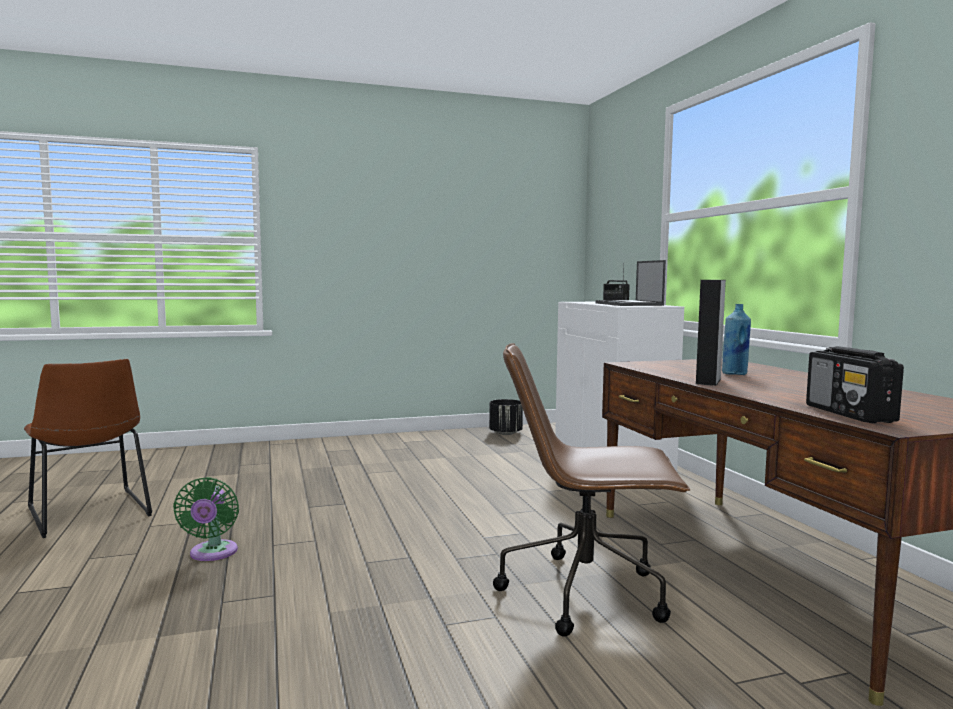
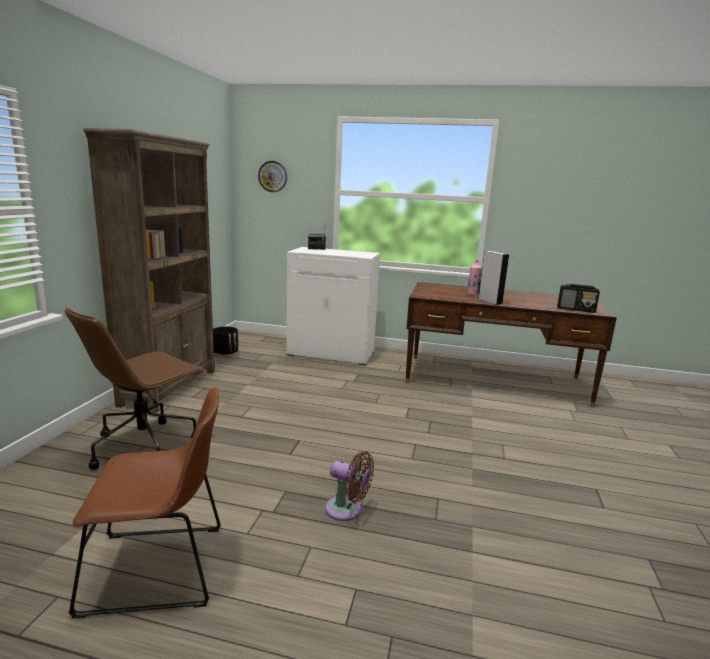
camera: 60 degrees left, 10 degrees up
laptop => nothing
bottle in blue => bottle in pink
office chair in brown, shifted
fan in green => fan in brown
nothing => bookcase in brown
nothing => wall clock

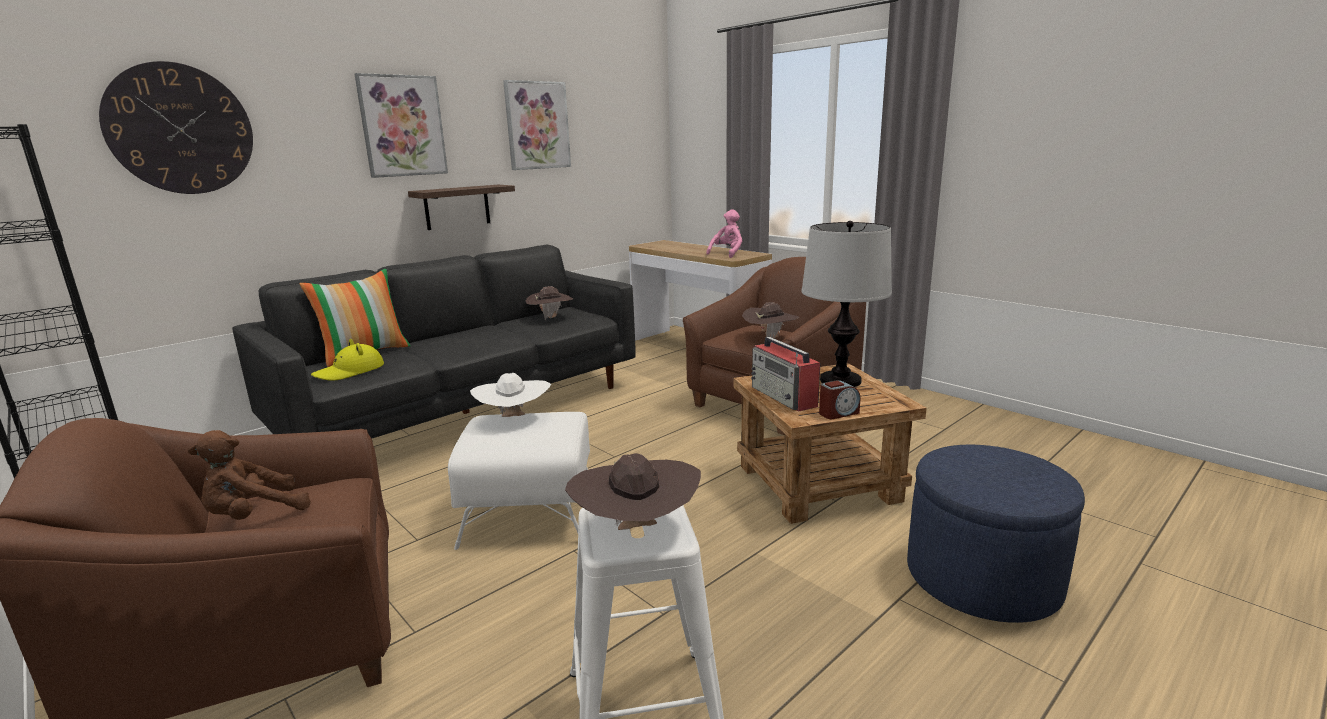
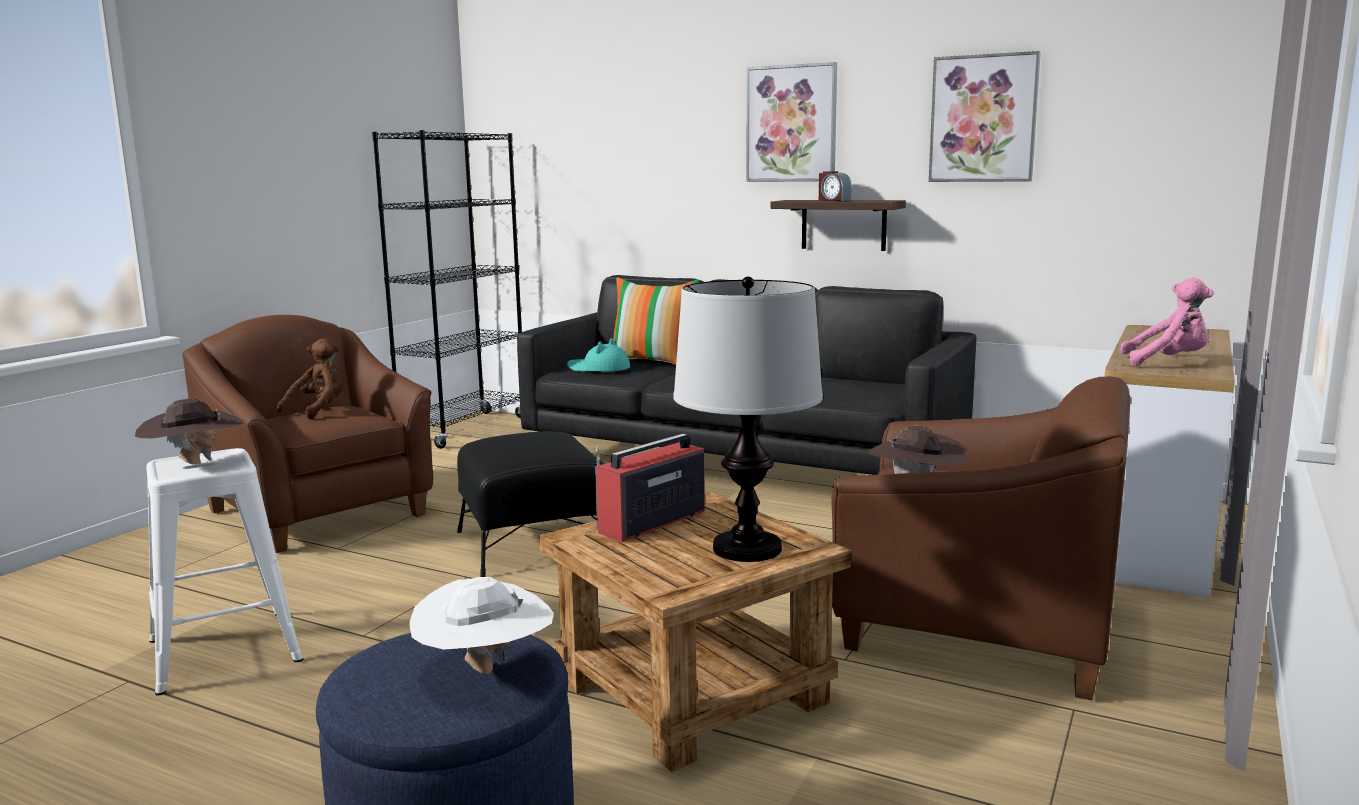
camera: 70 degrees right, 5 degrees down
wall clock => nothing
hat in brown (no. 1 from left) => nothing
hat in yellow => hat in turquoise
hat in white, shifted
alarm clock, shifted
ottoman in white => ottoman in black
plush toy in brown, 90 degrees clockwise

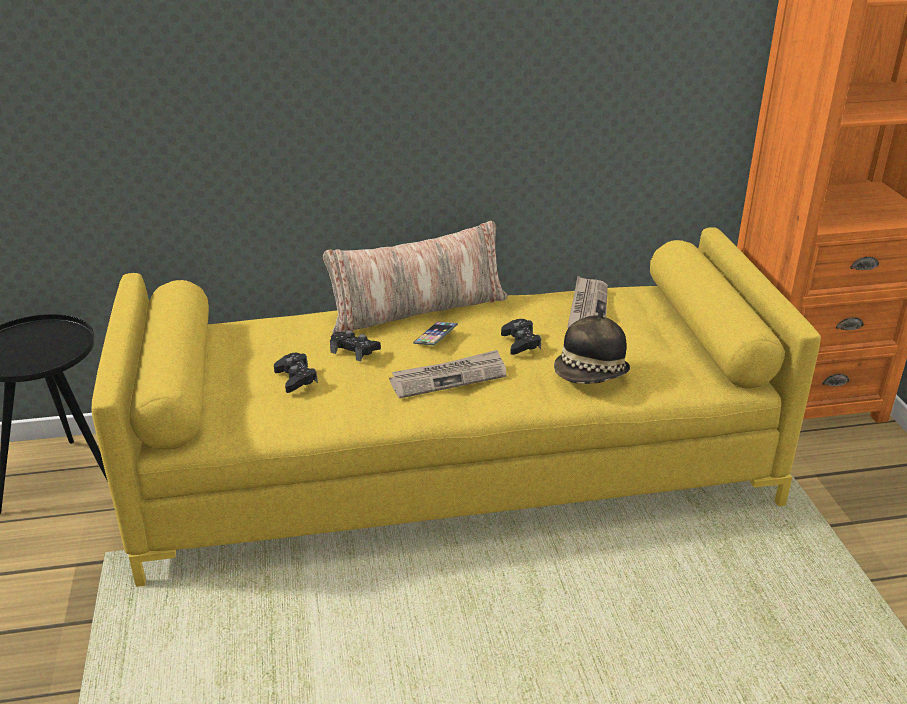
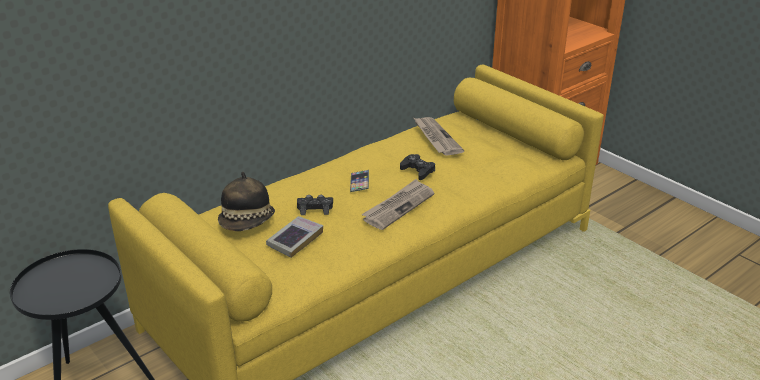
camera: 30 degrees left, 0 degrees up
pillow => nothing
hat, shifted
game controller in black (no. 1 from left) => book

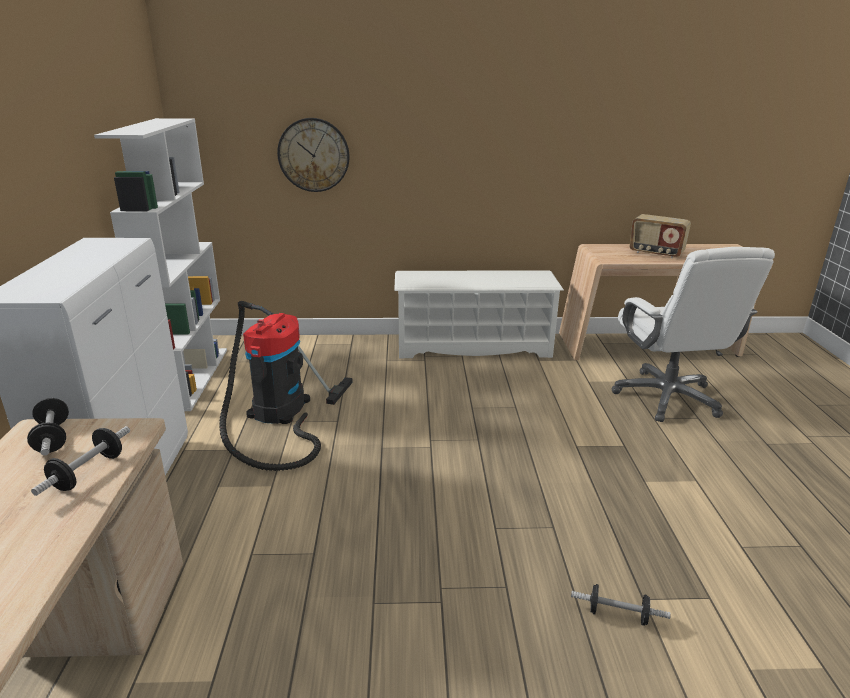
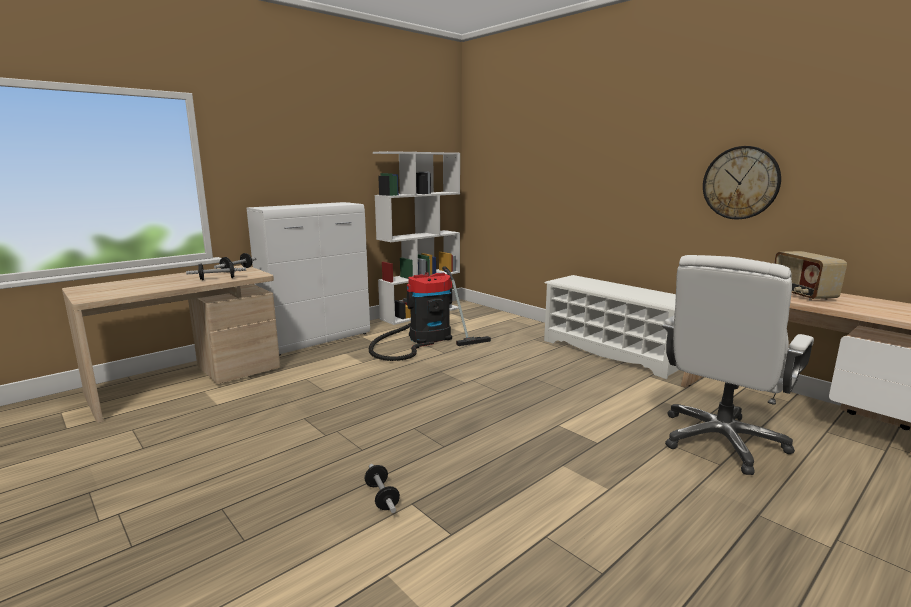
camera: 50 degrees right, 10 degrees down
wall clock, shifted

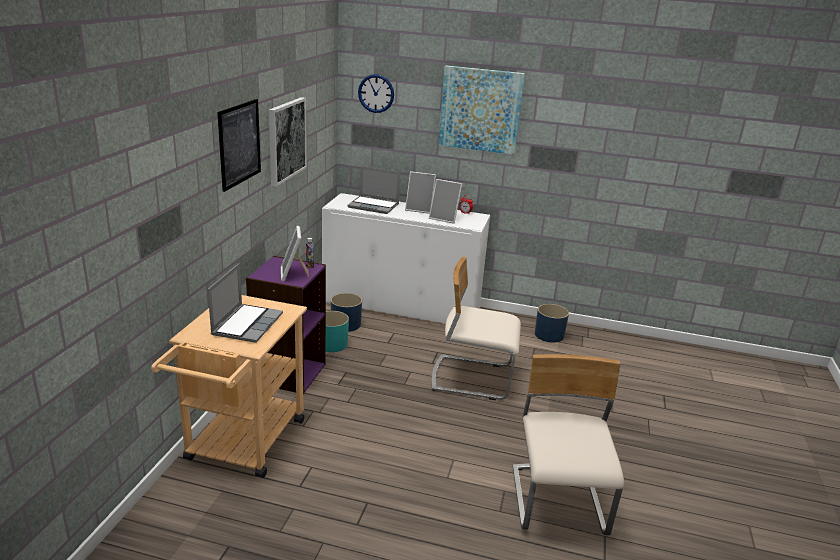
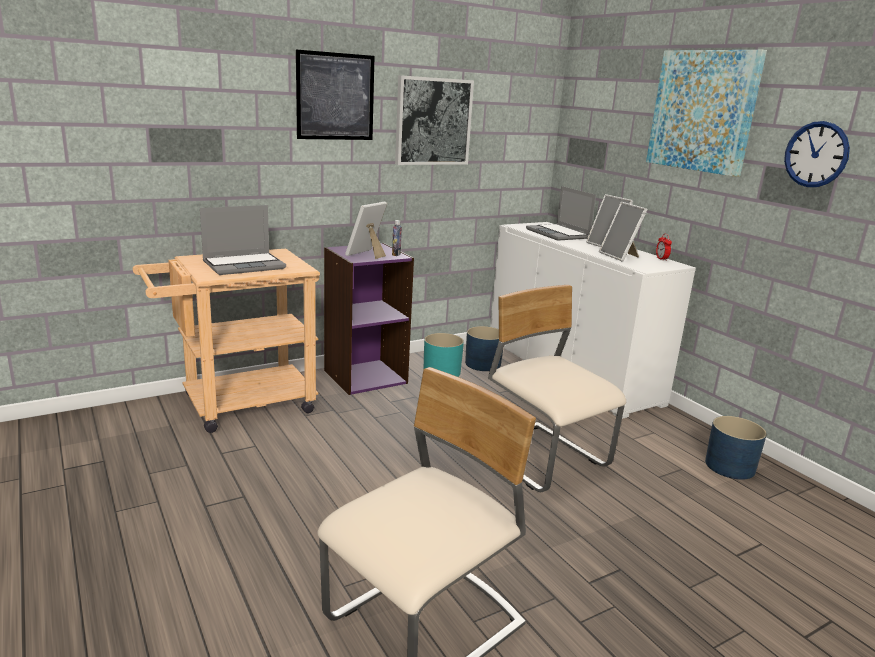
camera: 45 degrees right, 5 degrees down
wall clock, shifted

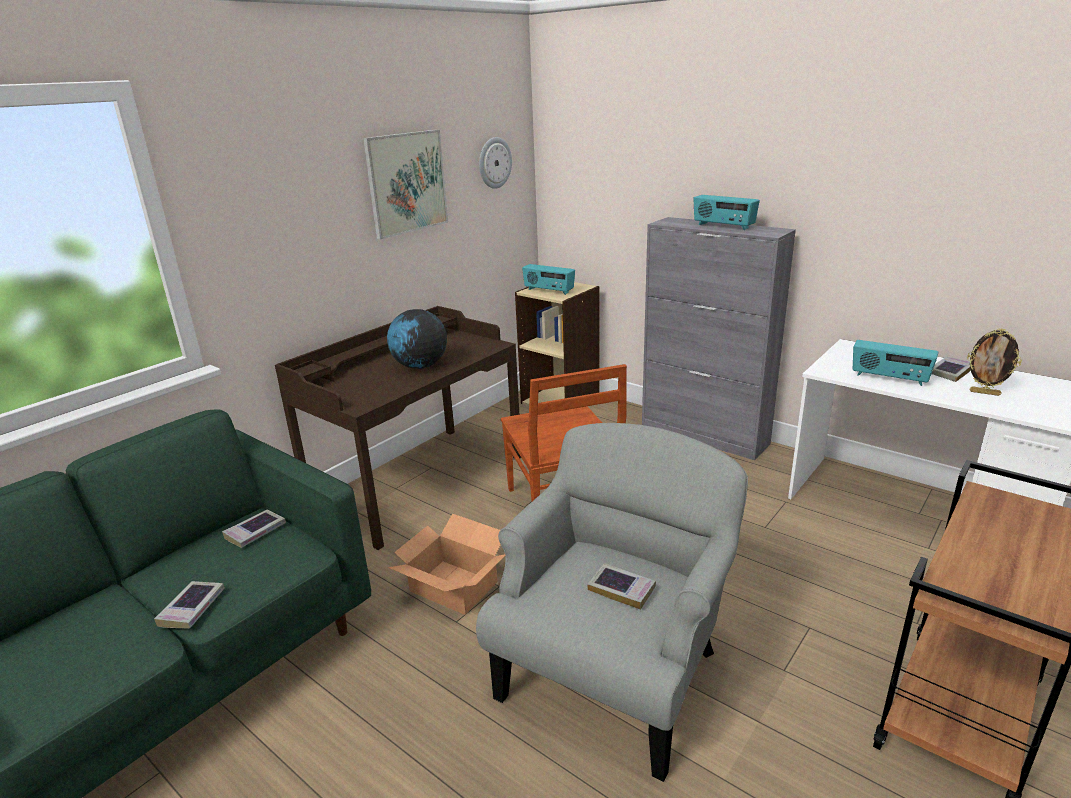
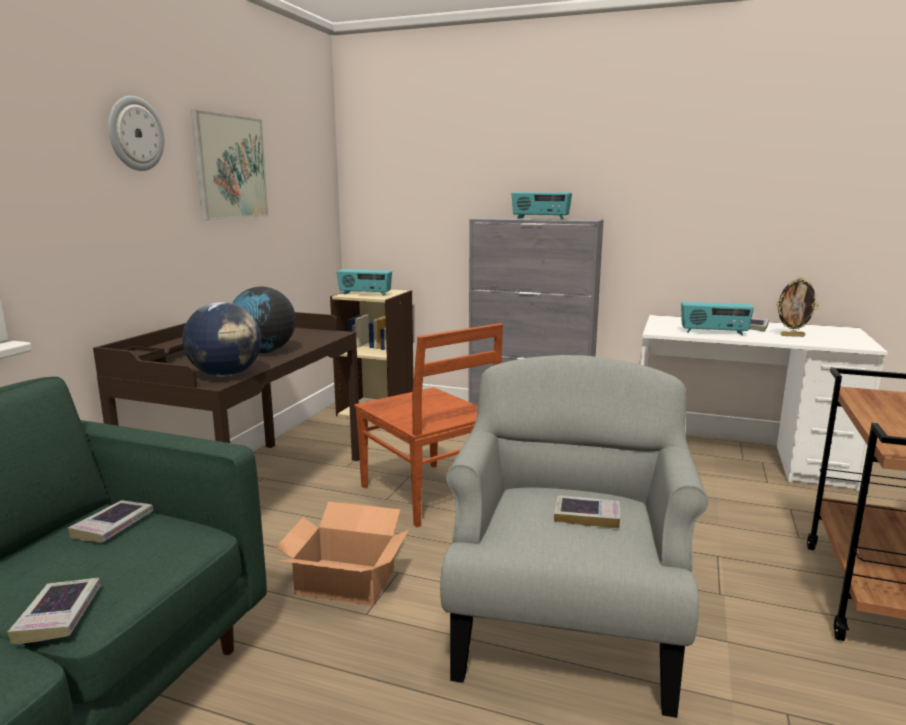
camera: 20 degrees left, 10 degrees down
wall clock, shifted
nothing => globe (no. 1 from left)

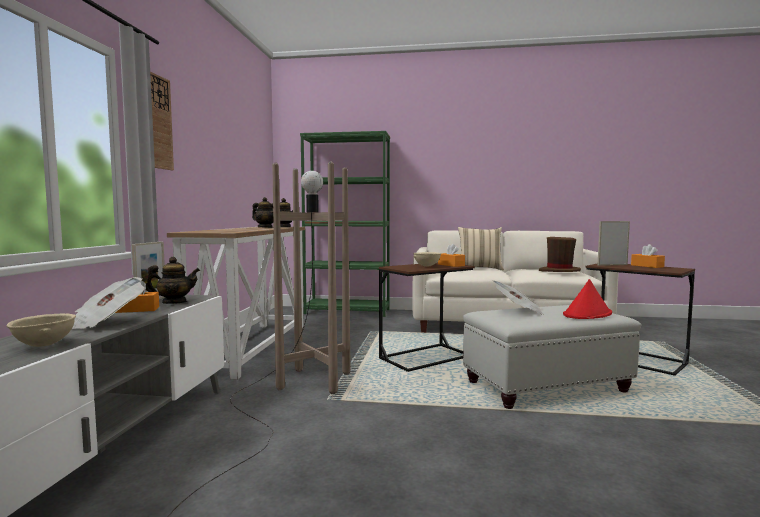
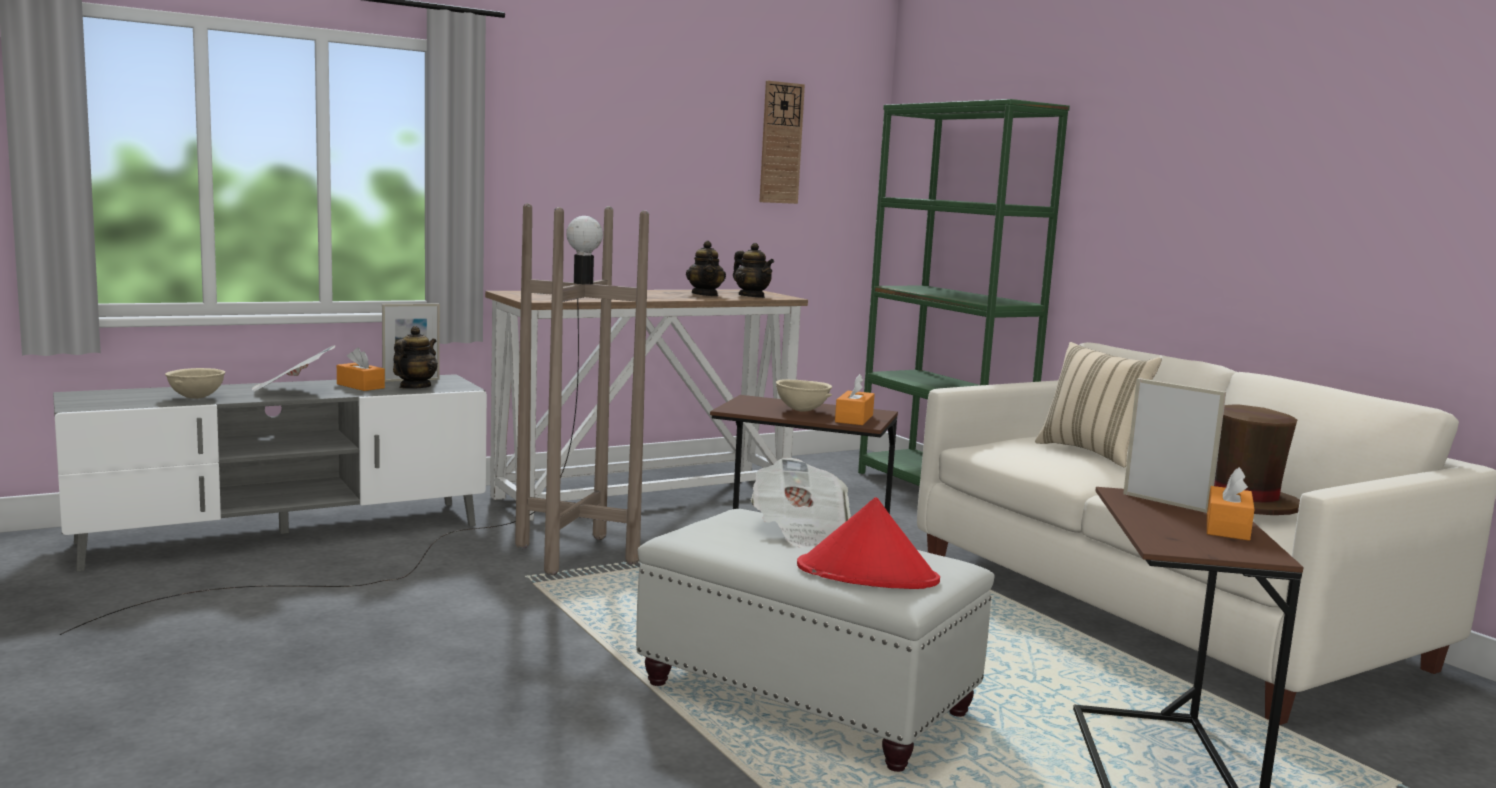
camera: 50 degrees right, 5 degrees up
wall clock, shifted
teapot (no. 1 from left), 105 degrees counterclockwise

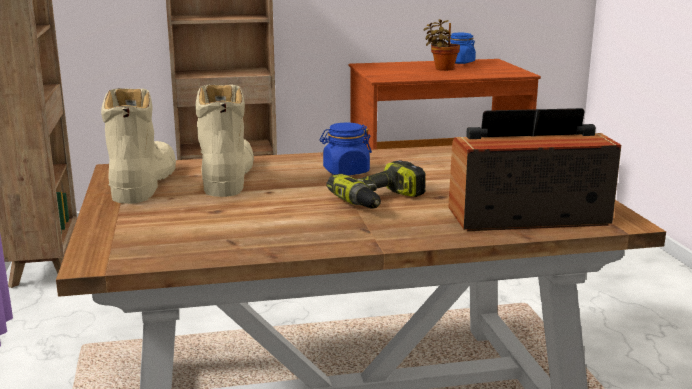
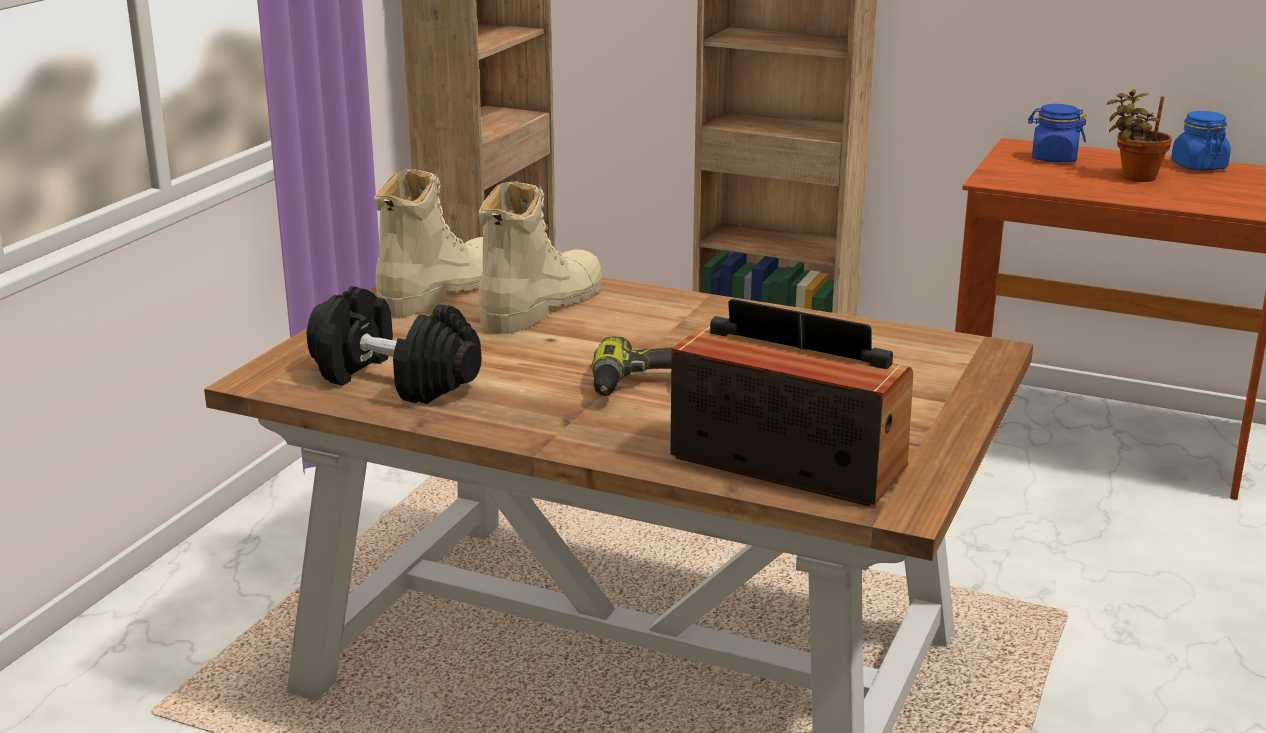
camera: 35 degrees right, 5 degrees up
jar in blue (no. 1 from left), shifted
nothing => dumbbell in black

